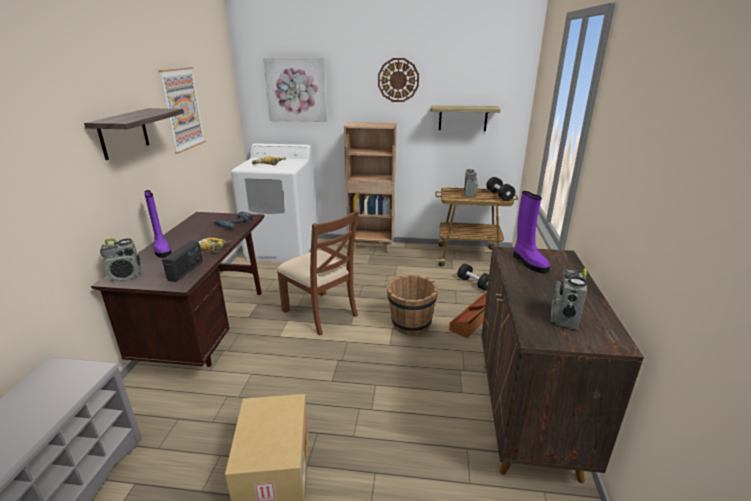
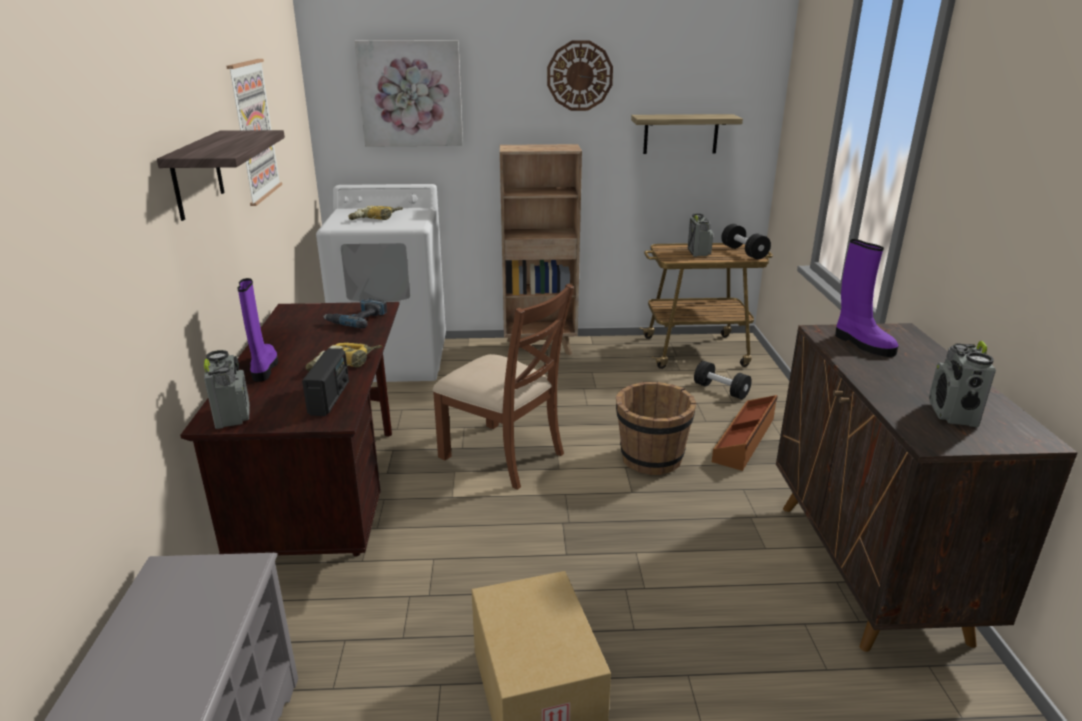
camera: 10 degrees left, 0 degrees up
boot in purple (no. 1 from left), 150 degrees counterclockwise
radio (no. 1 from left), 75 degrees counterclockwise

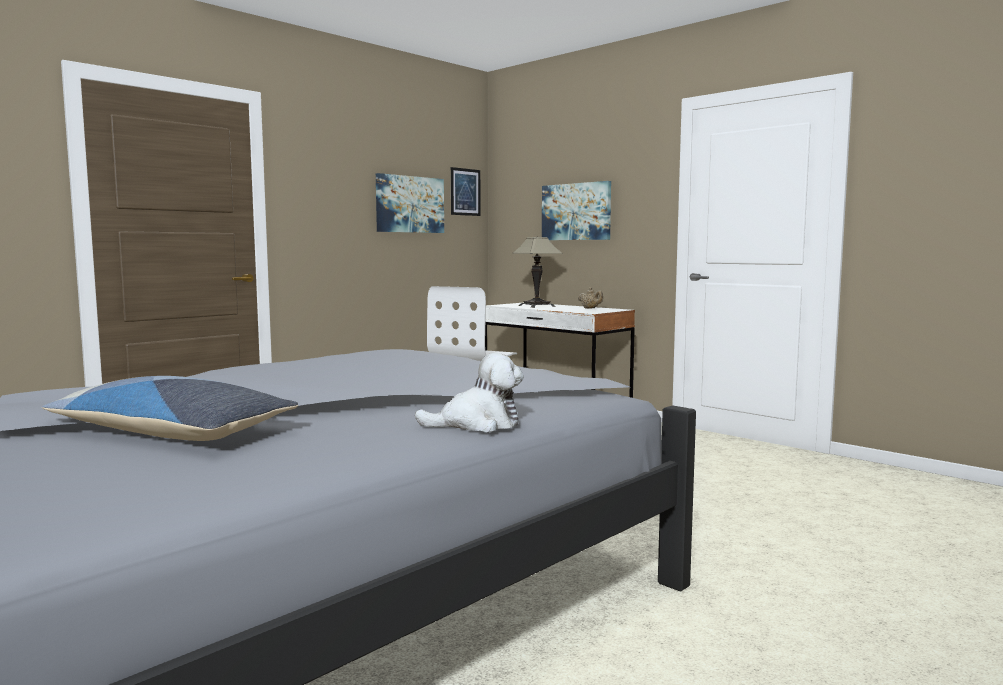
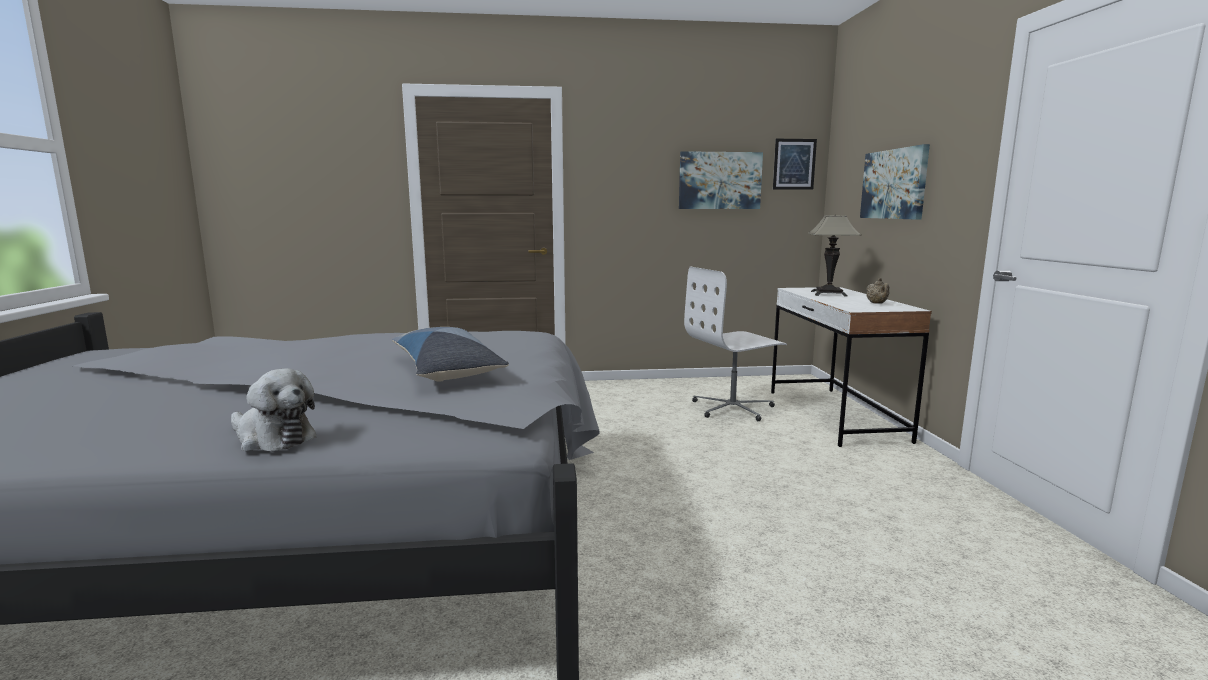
camera: 40 degrees right, 5 degrees up
pillow, shifted

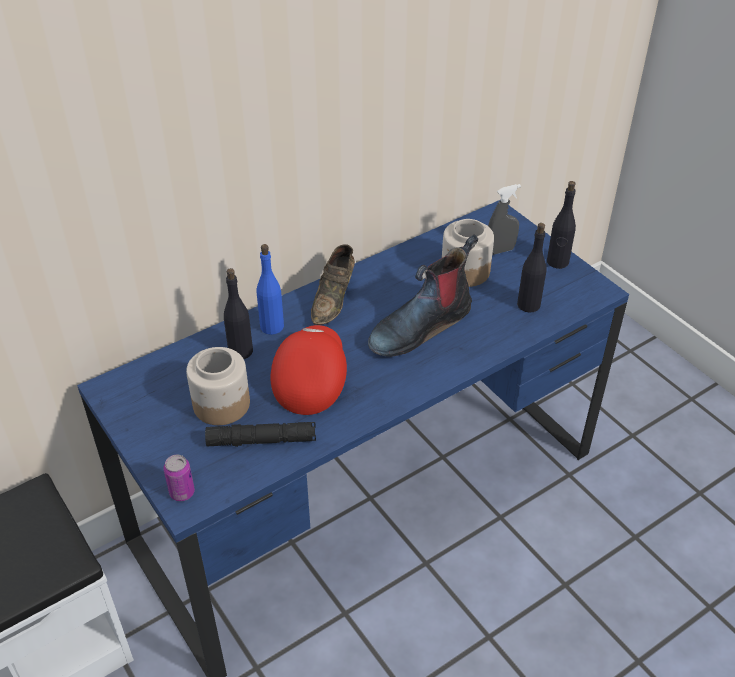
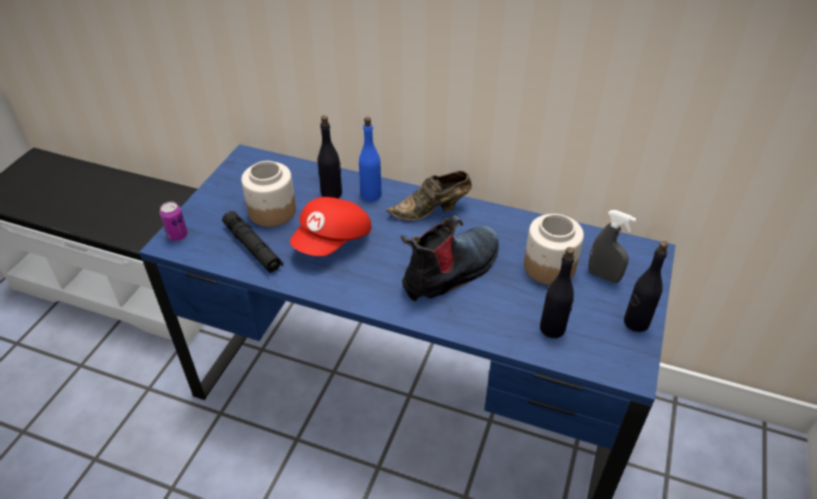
camera: 55 degrees right, 0 degrees up
boot, 120 degrees clockwise
cap in red, 150 degrees clockwise

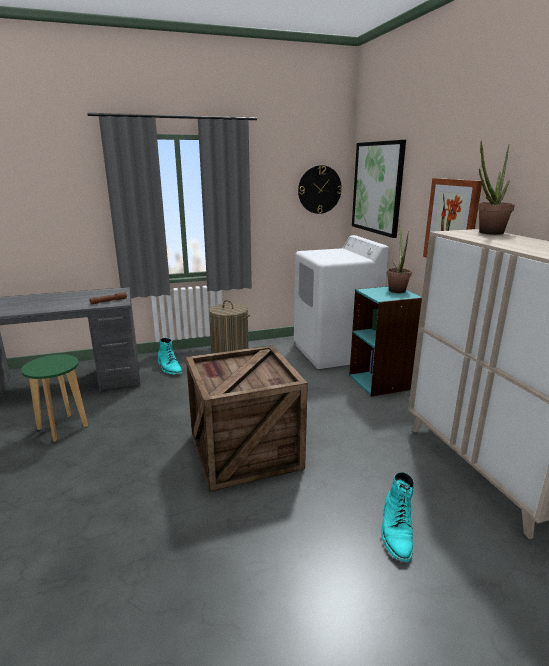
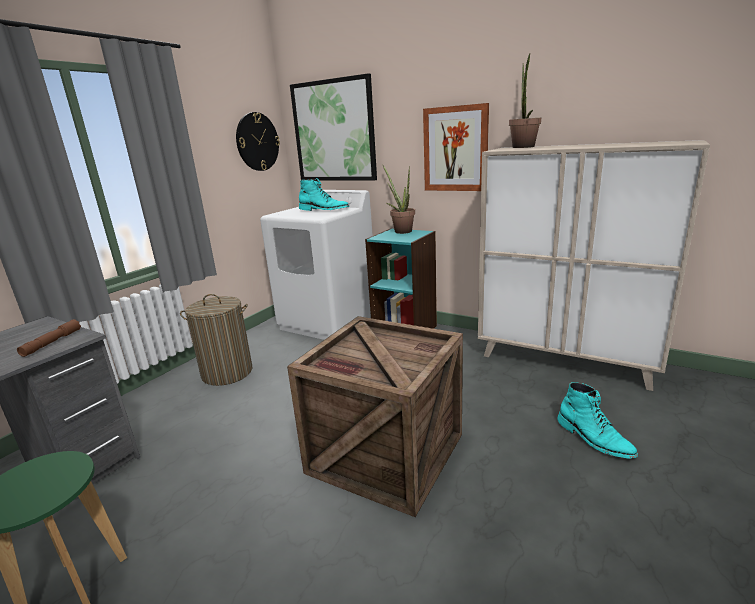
camera: 40 degrees left, 0 degrees up
boot in turquoise (no. 1 from left), shifted

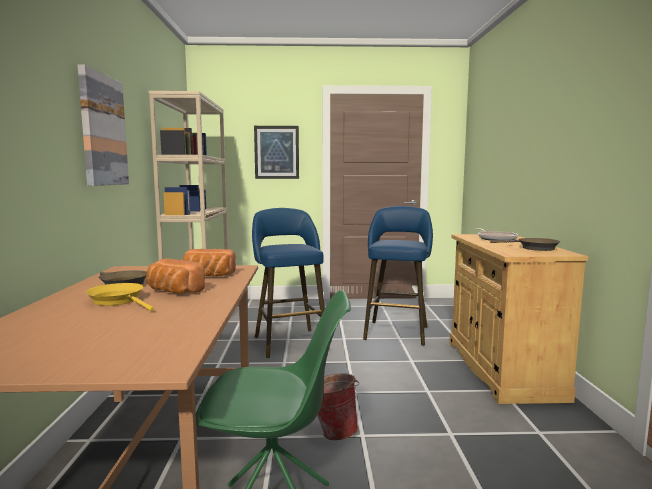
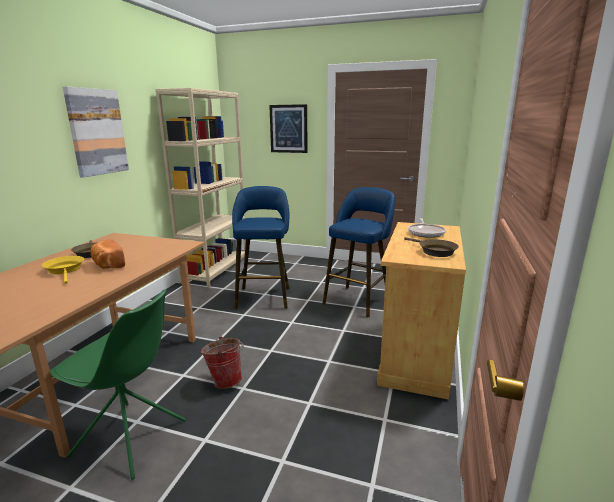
camera: 20 degrees right, 10 degrees up
bread (no. 2 from left) => nothing

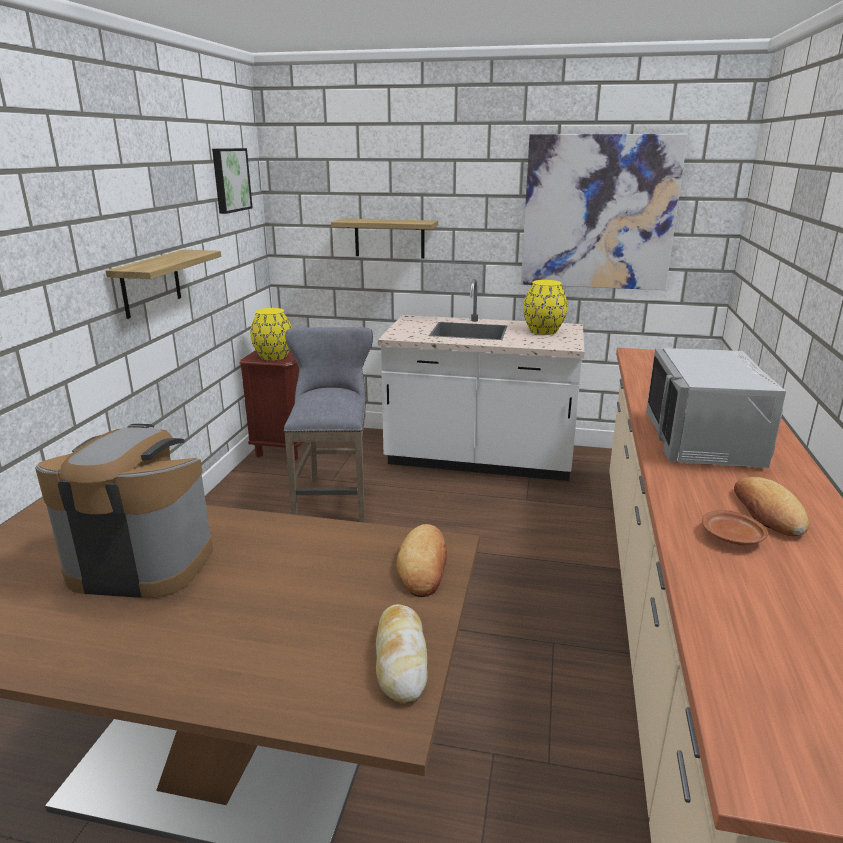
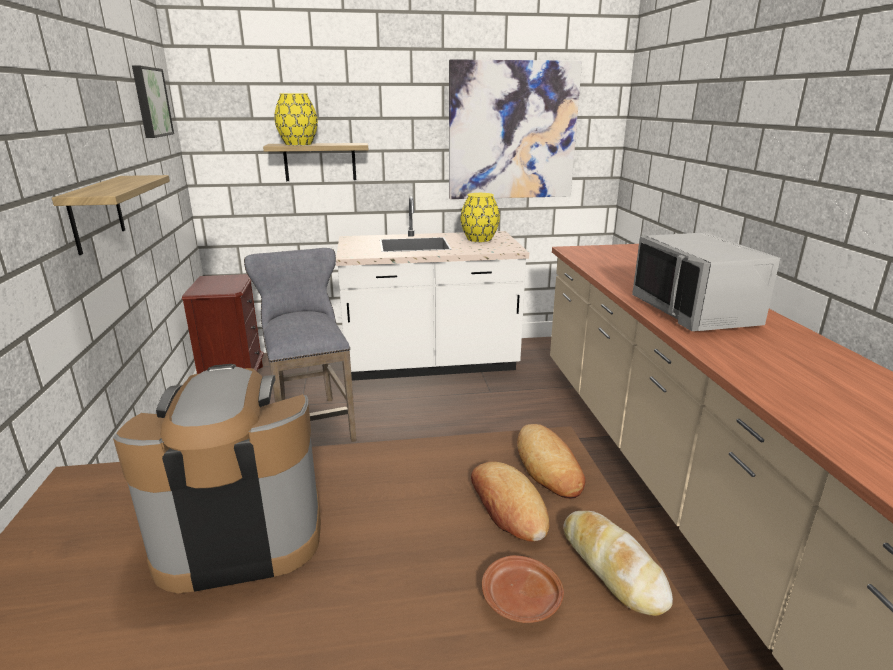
camera: 20 degrees left, 0 degrees up
vase in yellow (no. 1 from left), shifted
bread (no. 3 from left in the first image) => bread (no. 1 from left), shifted
plate in brown, shifted

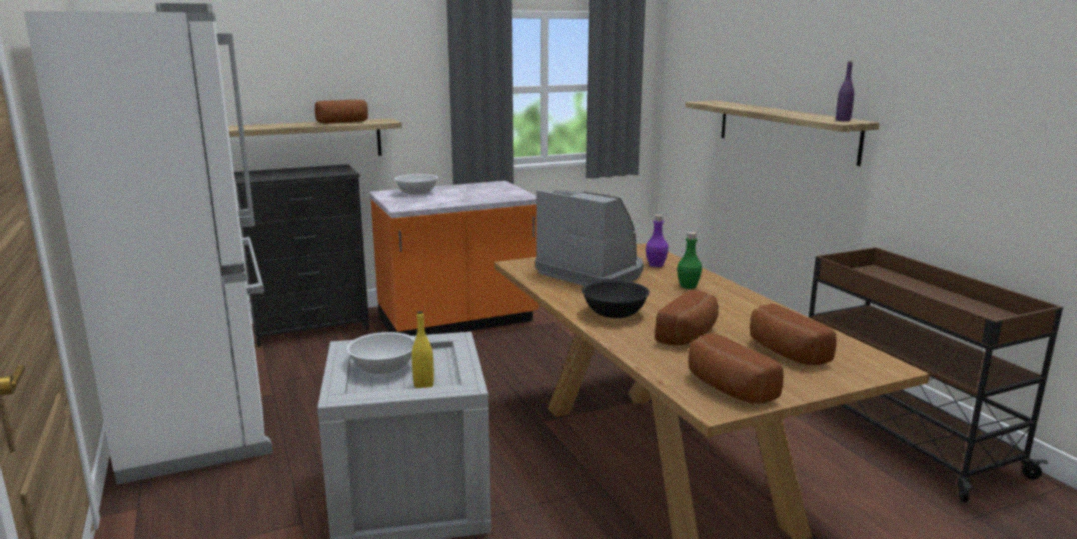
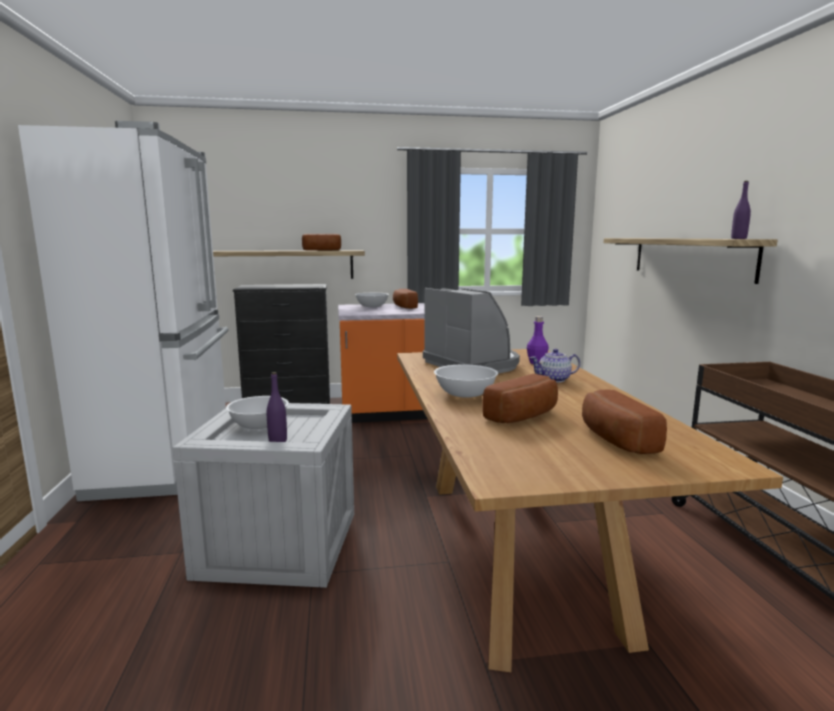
camera: 15 degrees right, 5 degrees down
bottle in green => teapot
bowl in black => bowl in white (no. 3 from left)
bottle in yellow => bottle in purple (no. 1 from left)
bread (no. 3 from left in the first image) => bread (no. 2 from left), shifted

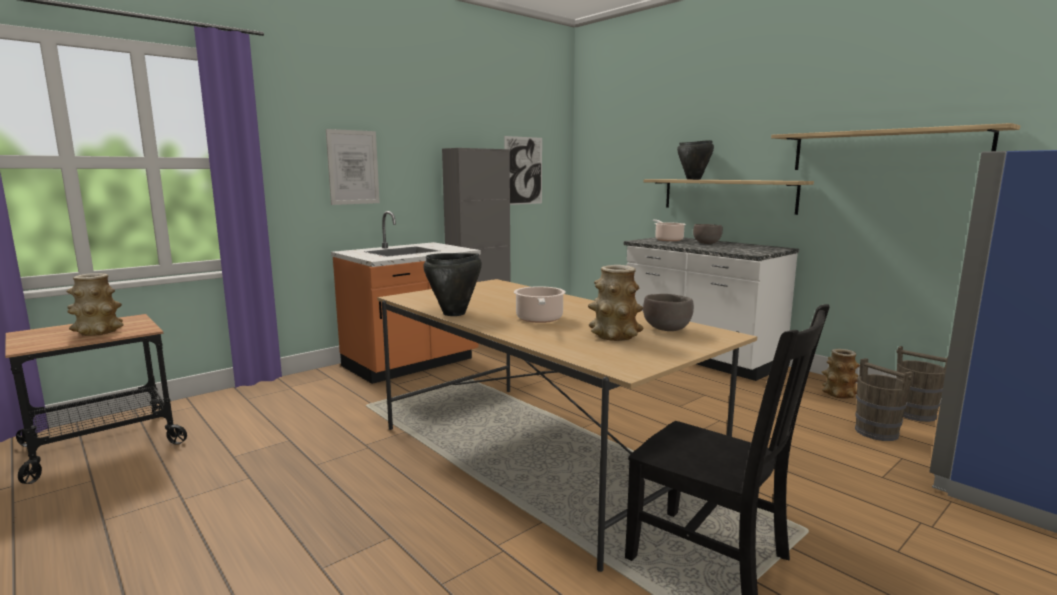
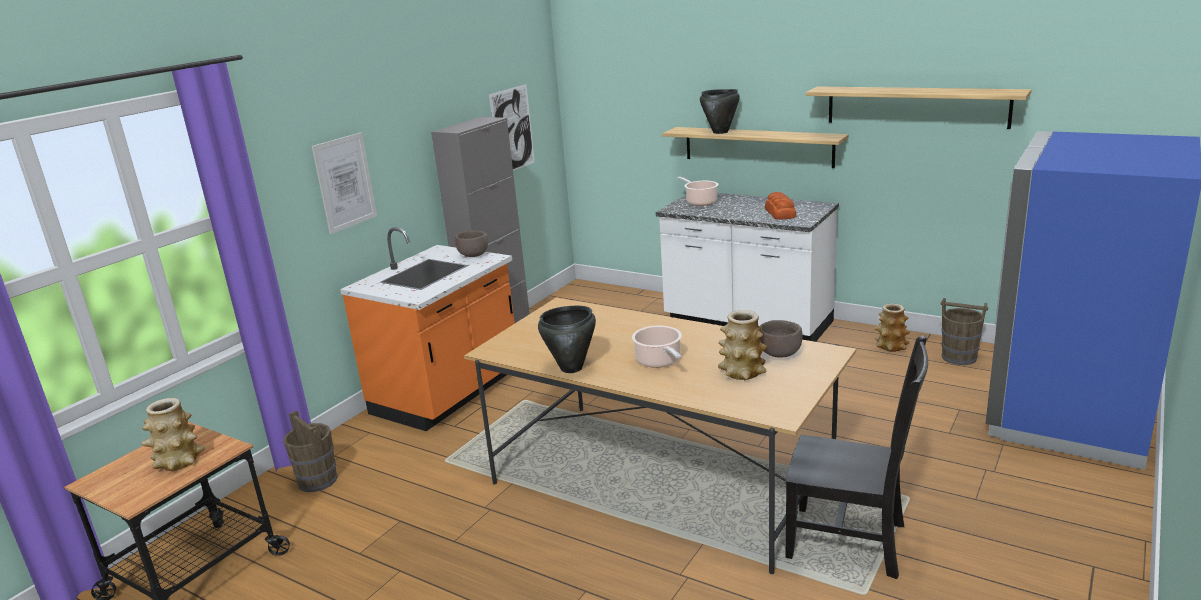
camera: 15 degrees left, 10 degrees up
bowl in brown (no. 2 from left in the first image) => bowl in brown (no. 1 from left), shifted
bucket in brown (no. 1 from left), shifted
nothing => bread

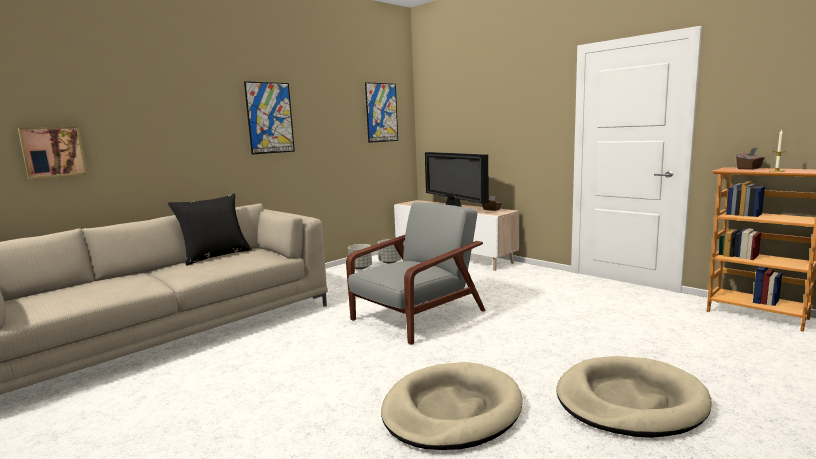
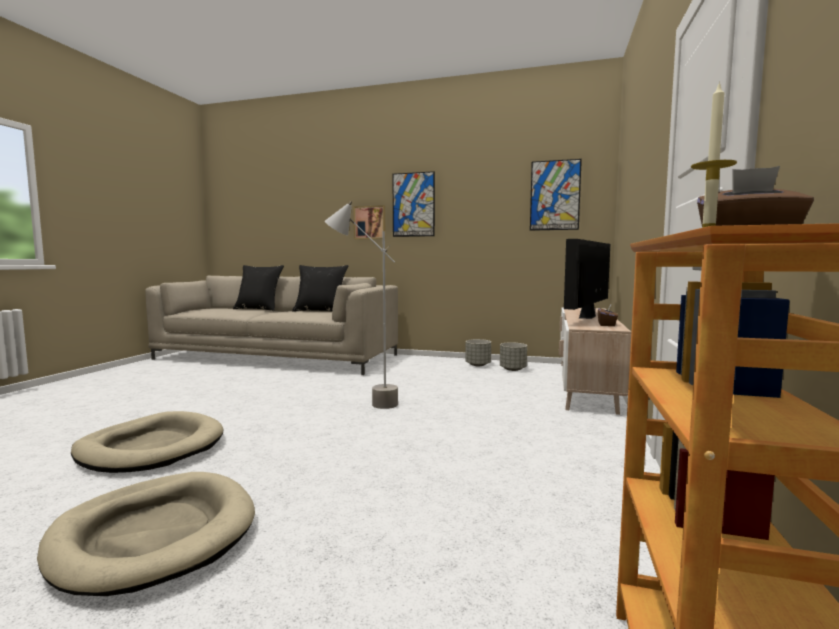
camera: 60 degrees right, 5 degrees down
picture (no. 1 from left), shifted
armchair in grey => floor lamp in grey
nothing => pillow in black (no. 1 from left)

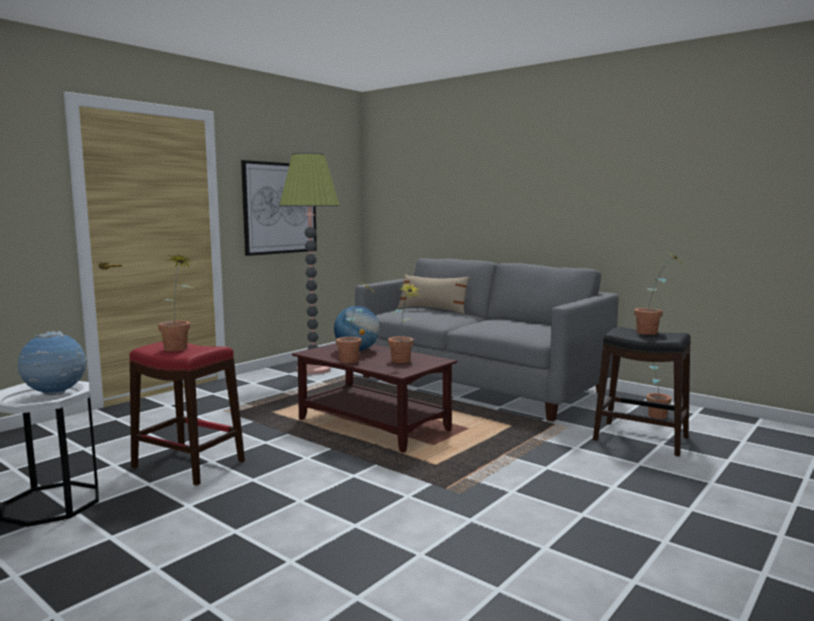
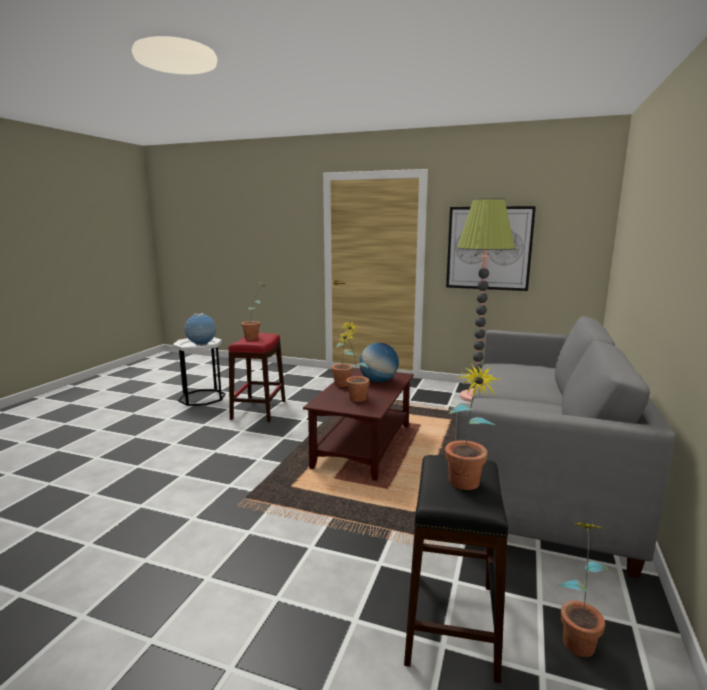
camera: 70 degrees right, 5 degrees up
pillow in beige => nothing

